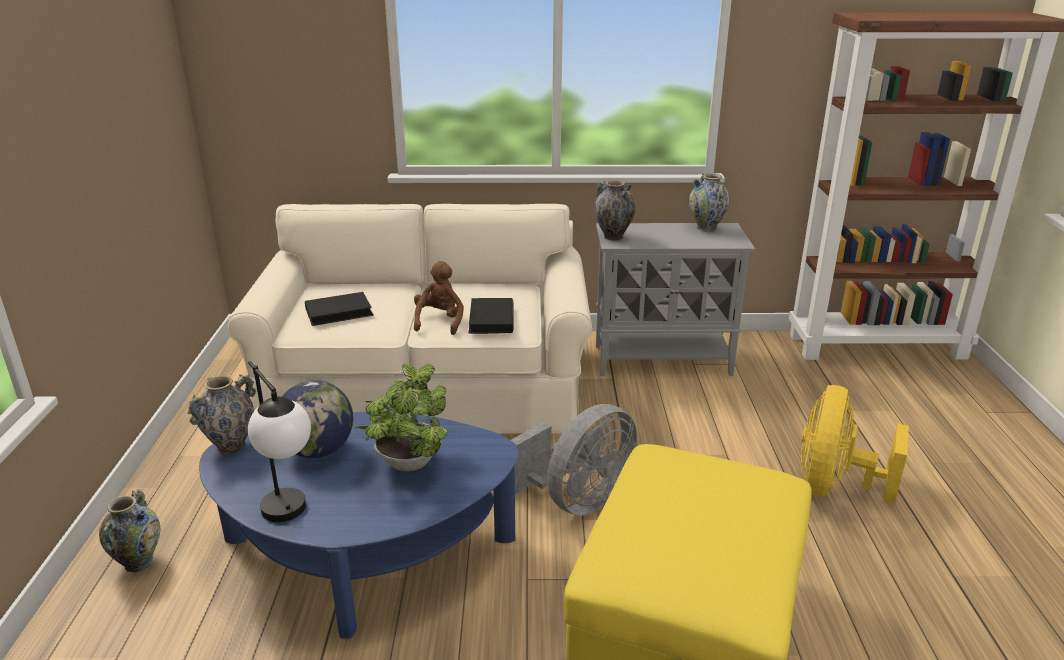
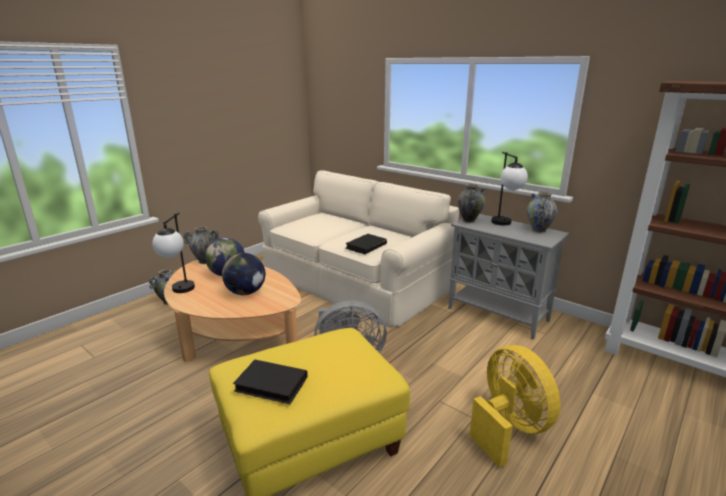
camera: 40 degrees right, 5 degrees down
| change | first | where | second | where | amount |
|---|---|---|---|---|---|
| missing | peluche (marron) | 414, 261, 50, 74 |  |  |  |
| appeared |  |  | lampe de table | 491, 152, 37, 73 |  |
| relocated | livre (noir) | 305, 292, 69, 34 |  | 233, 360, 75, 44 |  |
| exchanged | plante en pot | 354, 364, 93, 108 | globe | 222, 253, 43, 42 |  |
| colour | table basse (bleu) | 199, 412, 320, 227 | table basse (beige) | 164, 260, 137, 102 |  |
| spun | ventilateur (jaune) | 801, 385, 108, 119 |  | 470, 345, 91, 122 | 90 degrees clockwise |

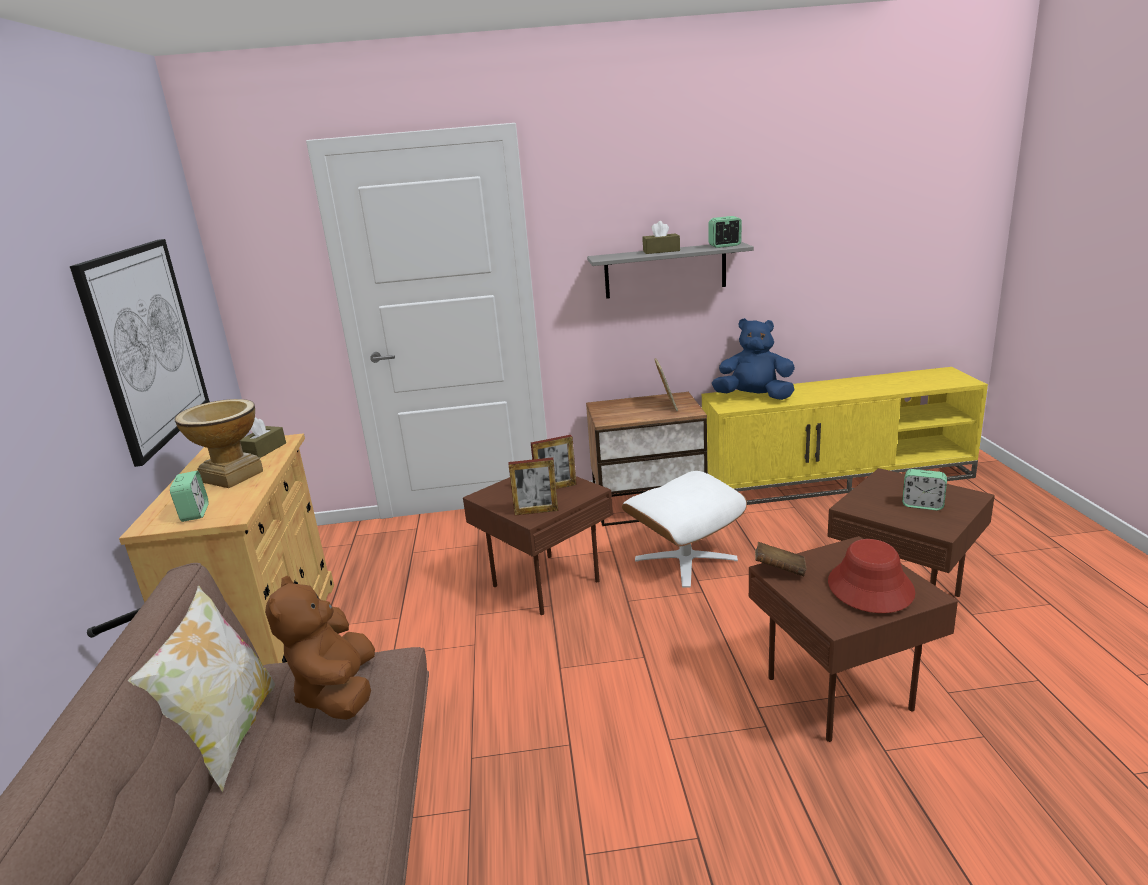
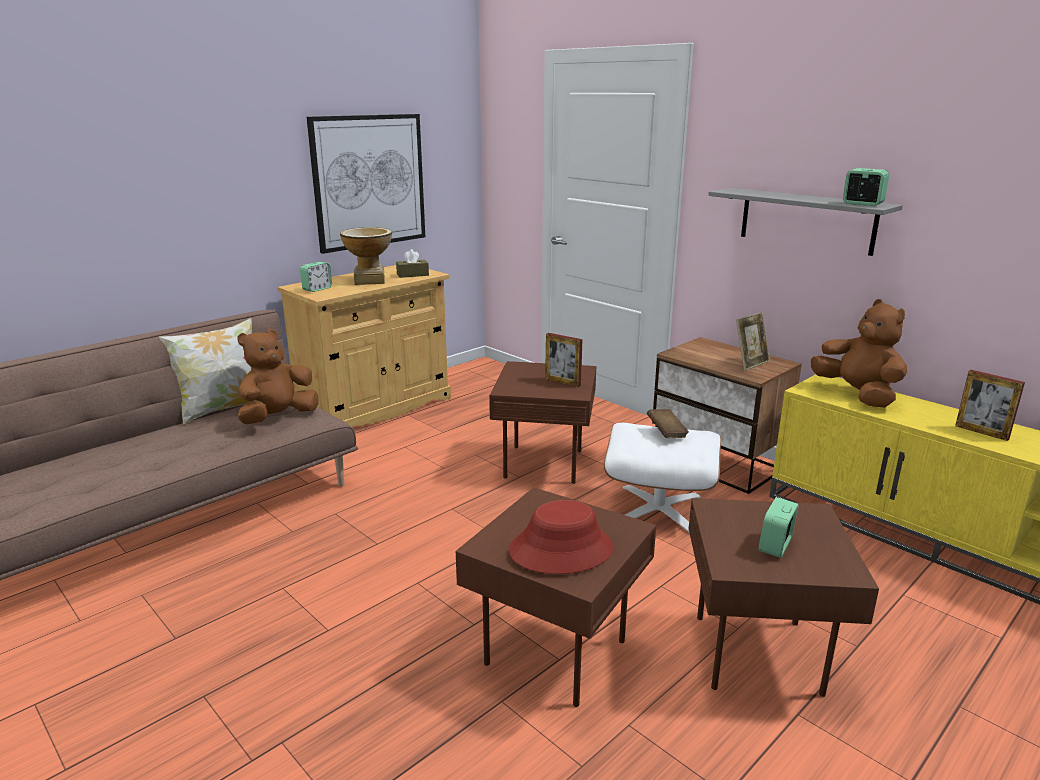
camera: 50 degrees right, 0 degrees up
| change | first | where | second | where | amount |
|---|---|---|---|---|---|
| missing | boîte à mouchoirs (marron) | 643, 221, 37, 33 |  |  |  |
| relocated | cadre photo | 508, 457, 50, 59 |  | 955, 370, 70, 71 |  |
| relocated | livre (marron) | 755, 542, 51, 34 |  | 647, 409, 42, 29 |  |
| colour | peluche (bleu) | 712, 318, 83, 82 | peluche (marron) | 811, 299, 96, 109 |  |
| spun | réveil | 902, 469, 45, 42 |  | 758, 497, 41, 61 | 45 degrees clockwise |

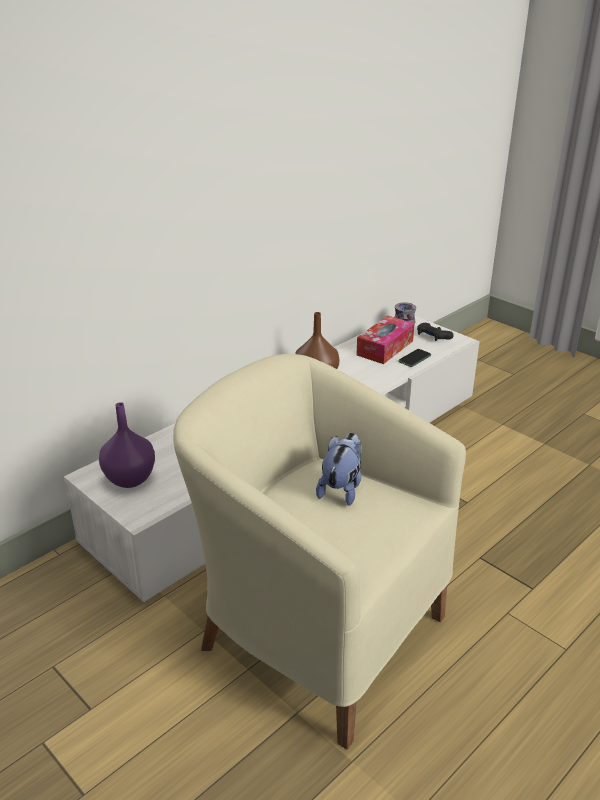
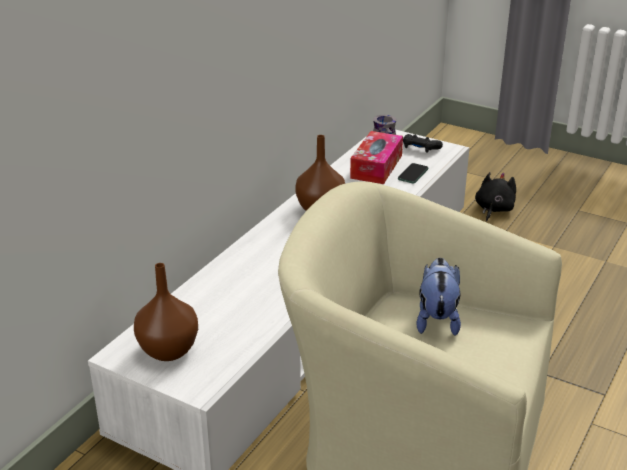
camera: 15 degrees left, 0 degrees up
| change | first | where | second | where | amount |
|---|---|---|---|---|---|
| appeared |  |  | peluche (noir) | 475, 172, 41, 49 |  |
| colour | vase (violet) | 99, 402, 56, 86 | vase (marron) | 134, 263, 64, 98 |  |

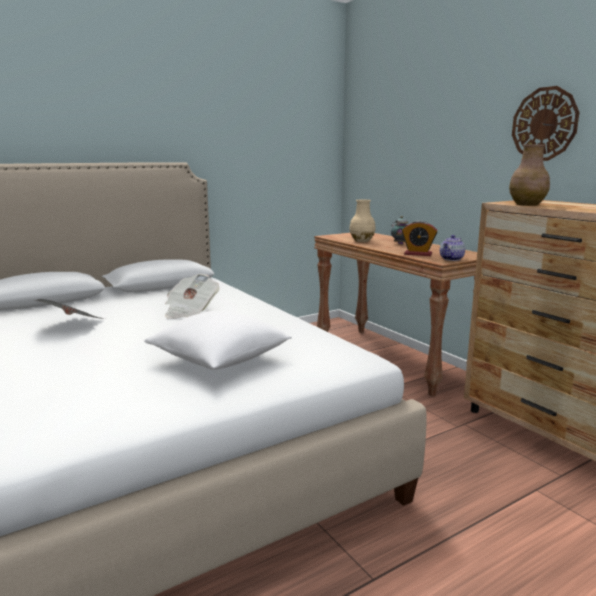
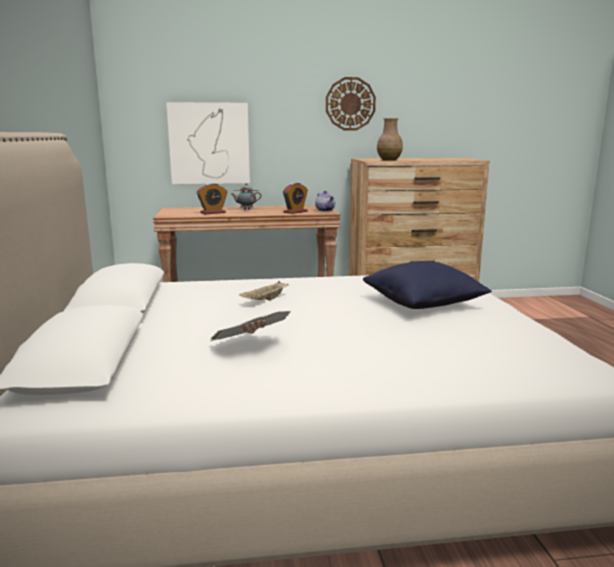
camera: 65 degrees left, 0 degrees up
| change | first | where | second | where | amount |
|---|---|---|---|---|---|
| appeared |  |  | tableau | 166, 102, 84, 82 |  |
| exchanged | journal | 165, 274, 55, 45 | plateau (beige) | 239, 281, 50, 19 |  |
| exchanged | vase (beige) | 349, 200, 27, 42 | réveil | 197, 183, 30, 31 |  |
| colour | coussin (blanc) | 144, 311, 148, 59 | coussin (bleu) | 363, 261, 129, 48 |  |

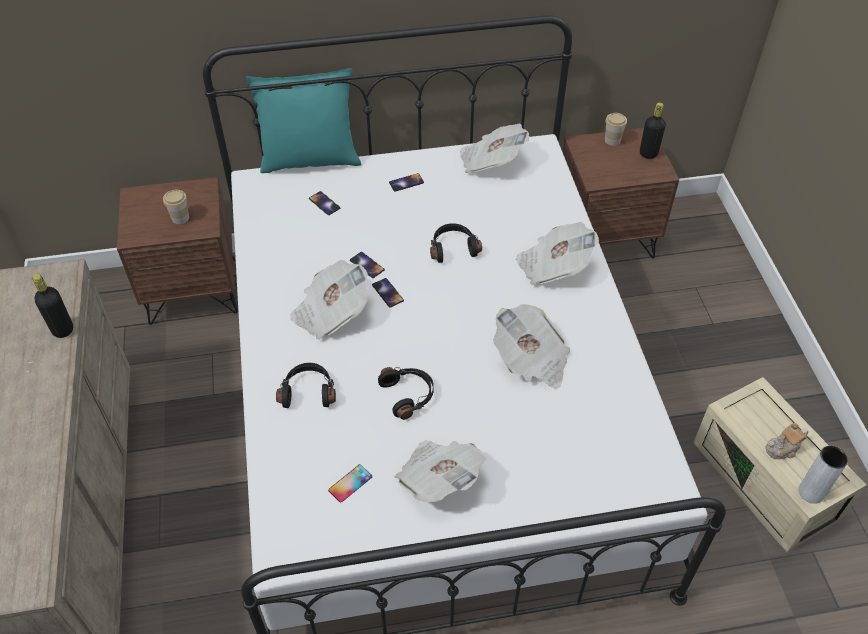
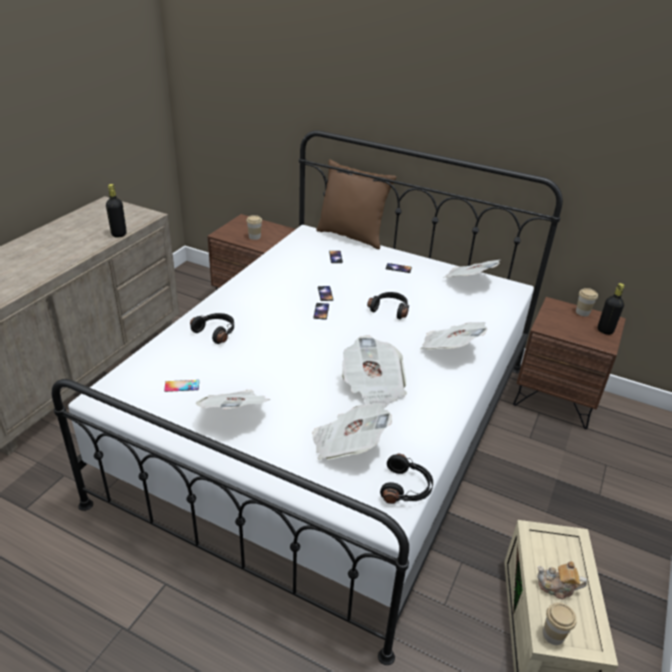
camera: 35 degrees right, 15 degrees down
| change | first | where | second | where | amount |
|---|---|---|---|---|---|
| relocated | journal | 290, 260, 78, 80 |  | 312, 403, 80, 57 |  |
| relocated | casque audio (noir) | 378, 367, 56, 53 |  | 380, 454, 53, 50 |  |
| exchanged | vase (gris) | 799, 446, 49, 58 | tasse | 543, 602, 34, 43 |  |
| colour | coussin (turquoise) | 246, 68, 115, 105 | coussin (marron) | 316, 159, 80, 91 |  |

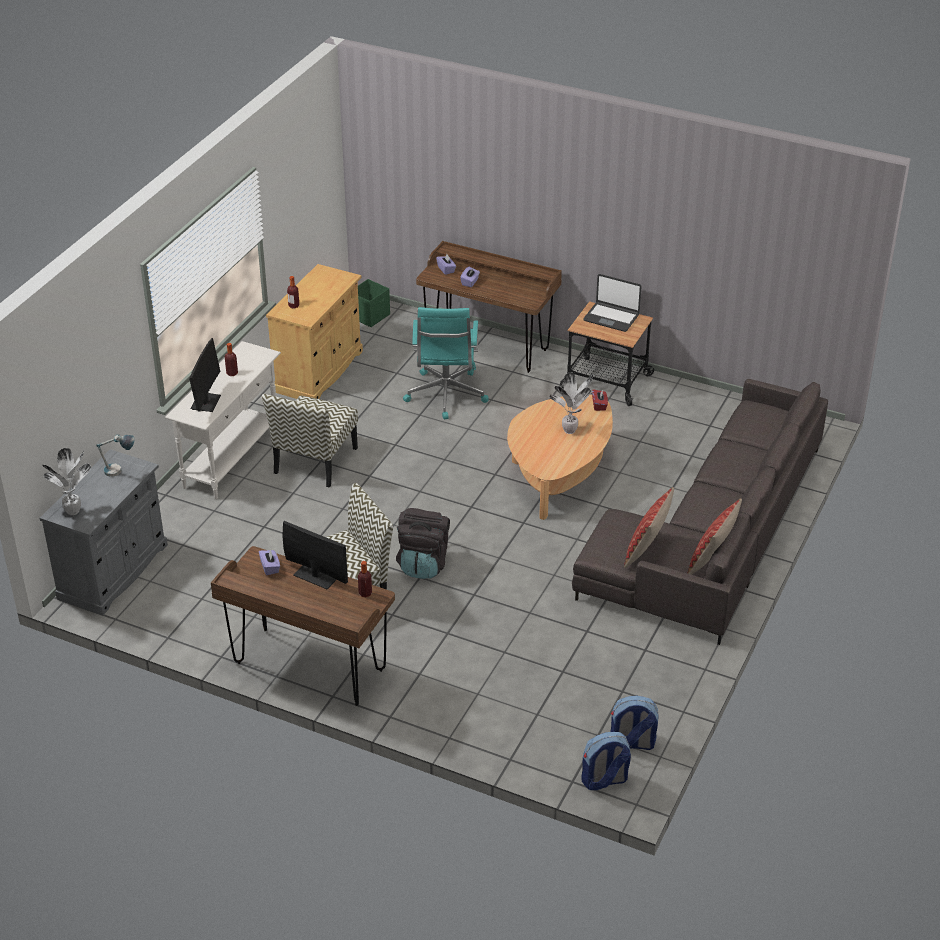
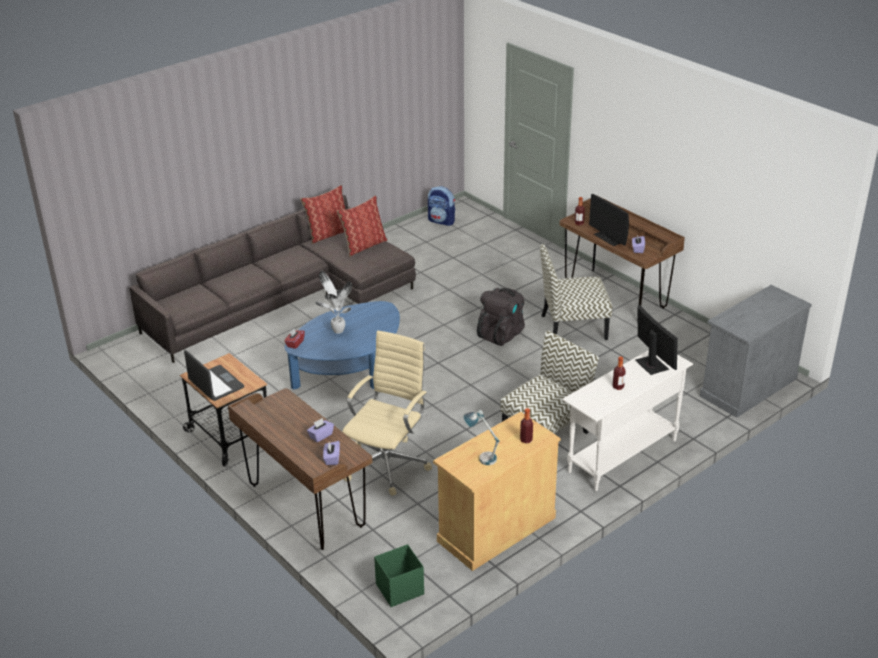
camera: 155 degrees left, 5 degrees down
| change | first | where | second | where | amount |
|---|---|---|---|---|---|
| missing | plante en pot | 42, 448, 49, 67 |  |  |  |
| missing | sac à dos | 581, 732, 50, 58 |  |  |  |
| relocated | lampe de table | 96, 434, 39, 43 |  | 464, 410, 35, 55 |  |
| colour | chaise de bureau (turquoise) | 403, 307, 86, 113 | chaise de bureau (beige) | 342, 331, 90, 165 |  |
| colour | table basse (beige) | 507, 395, 106, 125 | table basse (bleu) | 285, 301, 115, 89 |  |
| spun | écran d'ordinateur | 189, 338, 32, 74 |  | 636, 304, 42, 71 | 120 degrees clockwise |

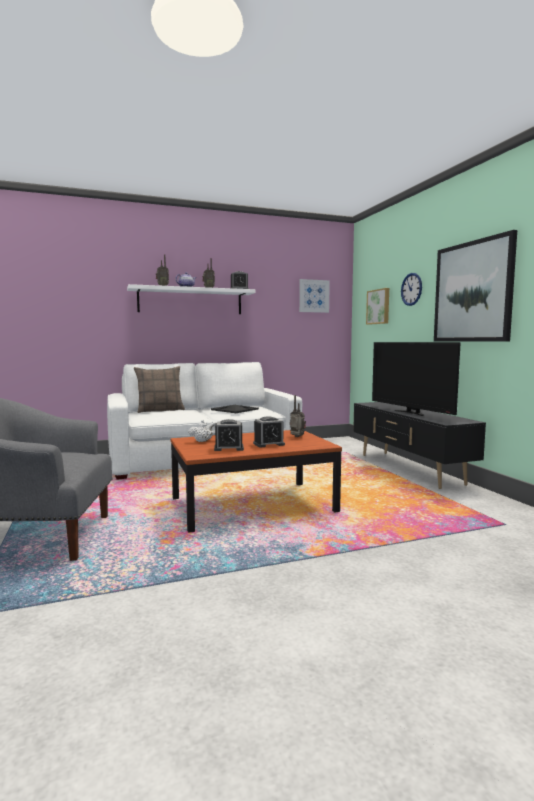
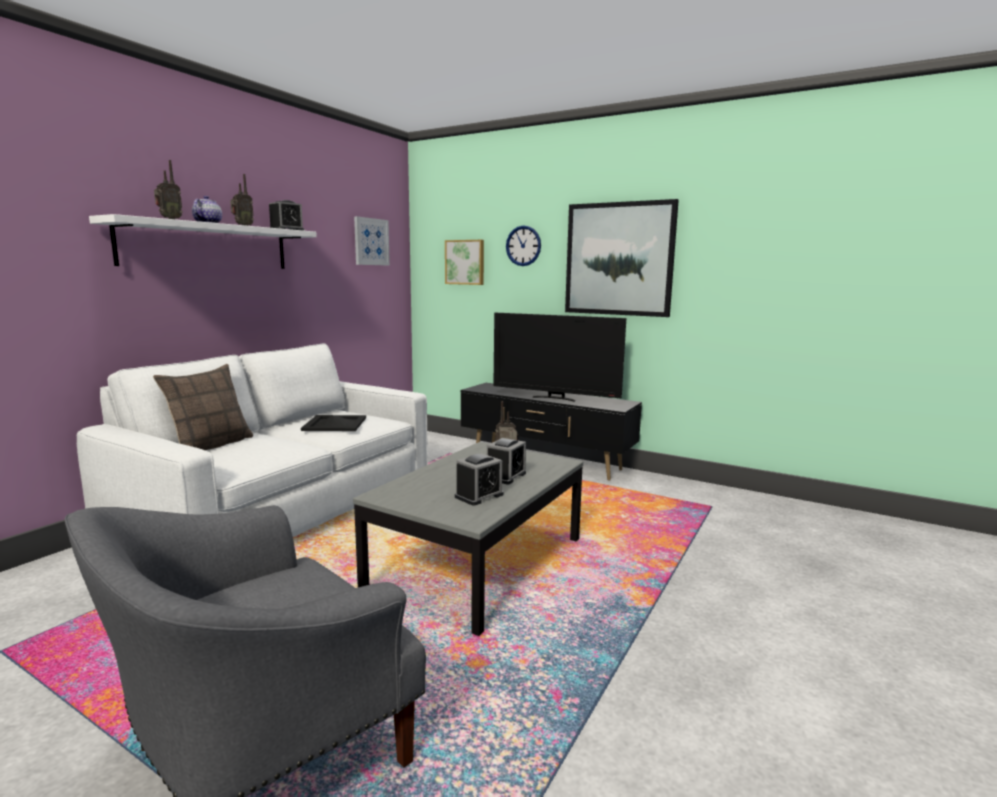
camera: 40 degrees left, 5 degrees up
| change | first | where | second | where | amount |
|---|---|---|---|---|---|
| missing | théière (blanc) | 188, 420, 28, 22 |  |  |  |
| colour | table basse (marron) | 171, 430, 171, 103 | table basse (gris) | 353, 442, 230, 194 |  |

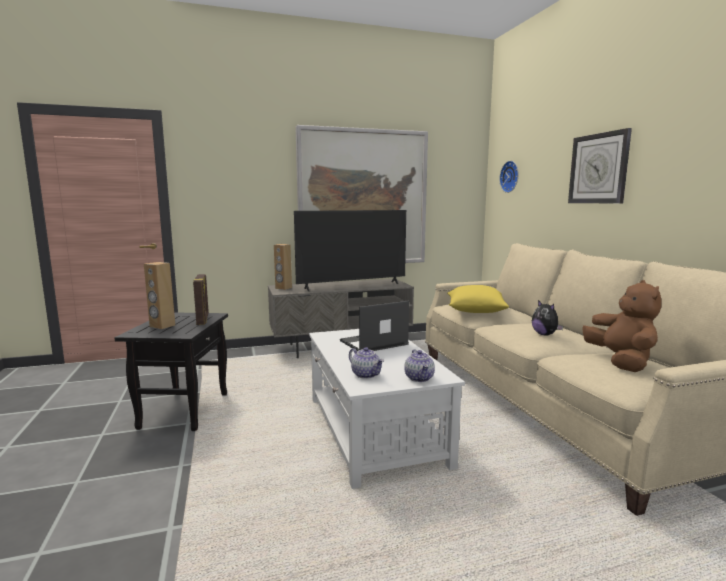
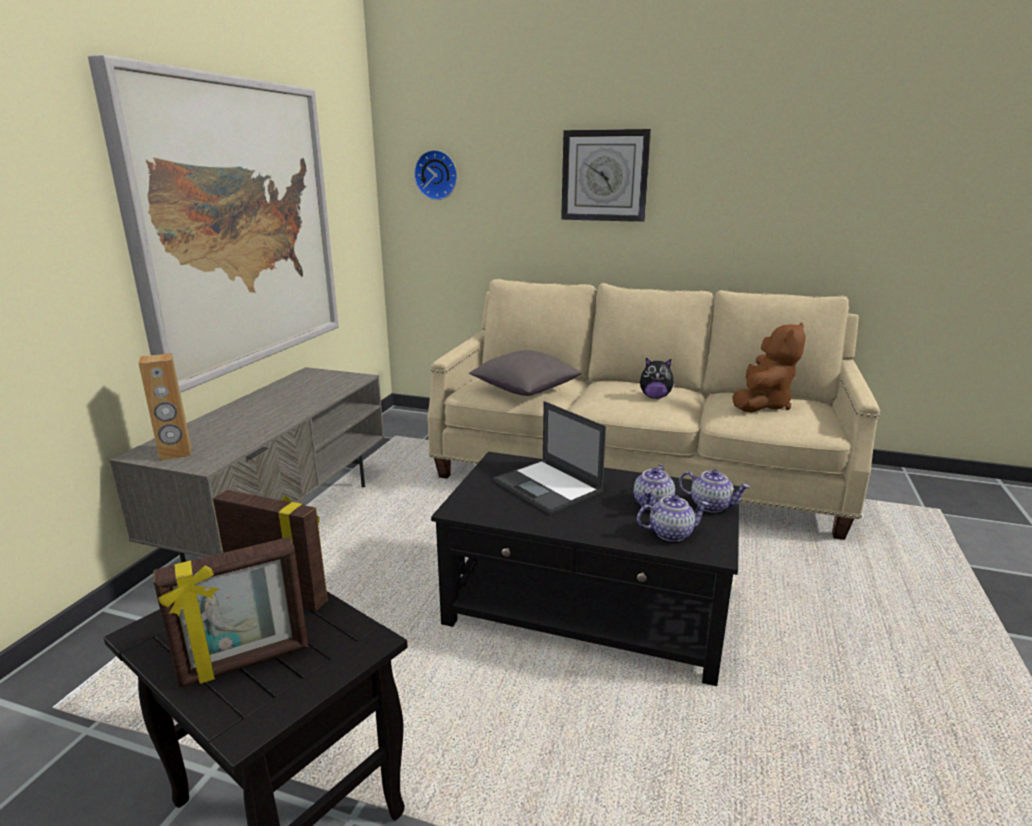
camera: 55 degrees left, 10 degrees up
| change | first | where | second | where | amount |
|---|---|---|---|---|---|
| missing | téléviseur | 294, 210, 112, 81 |  |  |  |
| appeared |  |  | théière | 634, 464, 41, 46 |  |
| exchanged | enceinte (marron) | 144, 262, 31, 67 | cadre photo | 153, 537, 155, 151 |  |
| colour | table basse (blanc) | 309, 329, 156, 160 | table basse (noir) | 431, 452, 308, 234 |  |
| colour | coussin (jaune) | 447, 285, 62, 28 | coussin (gris) | 469, 350, 113, 46 |  |
| spun | ordinateur portable | 340, 301, 69, 50 |  | 493, 401, 113, 114 | 45 degrees counterclockwise |
| spun | peluche (marron) | 582, 280, 80, 92 |  | 732, 322, 74, 91 | 90 degrees clockwise |

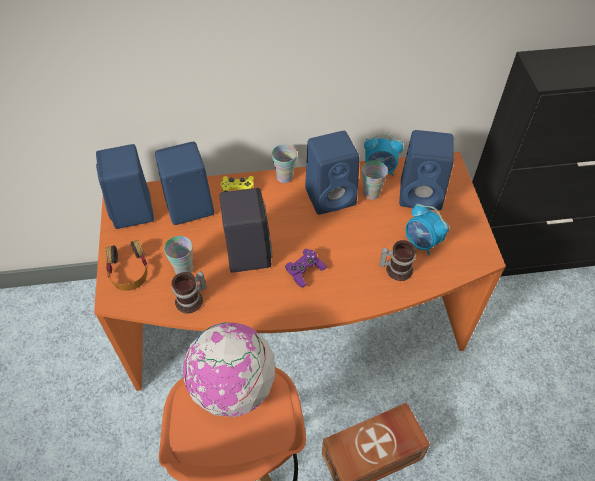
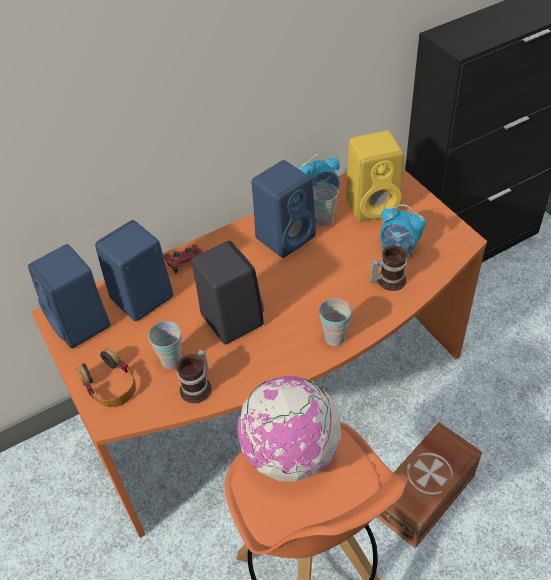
camera: 20 degrees left, 5 degrees down
| change | first | where | second | where | amount |
|---|---|---|---|---|---|
| missing | manette (violet) | 285, 249, 42, 39 |  |  |  |
| relocated | tasse | 272, 144, 25, 39 |  | 319, 298, 33, 48 |  |
| colour | manette (jaune) | 220, 176, 34, 16 | manette (rouge) | 163, 244, 40, 30 |  |
| colour | enceinte (bleu) | 399, 130, 55, 81 | enceinte (jaune) | 346, 131, 58, 91 |  |

